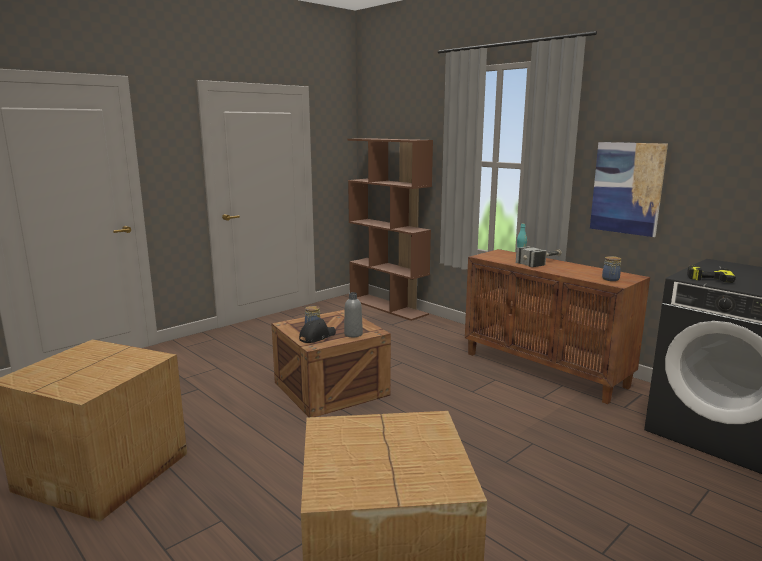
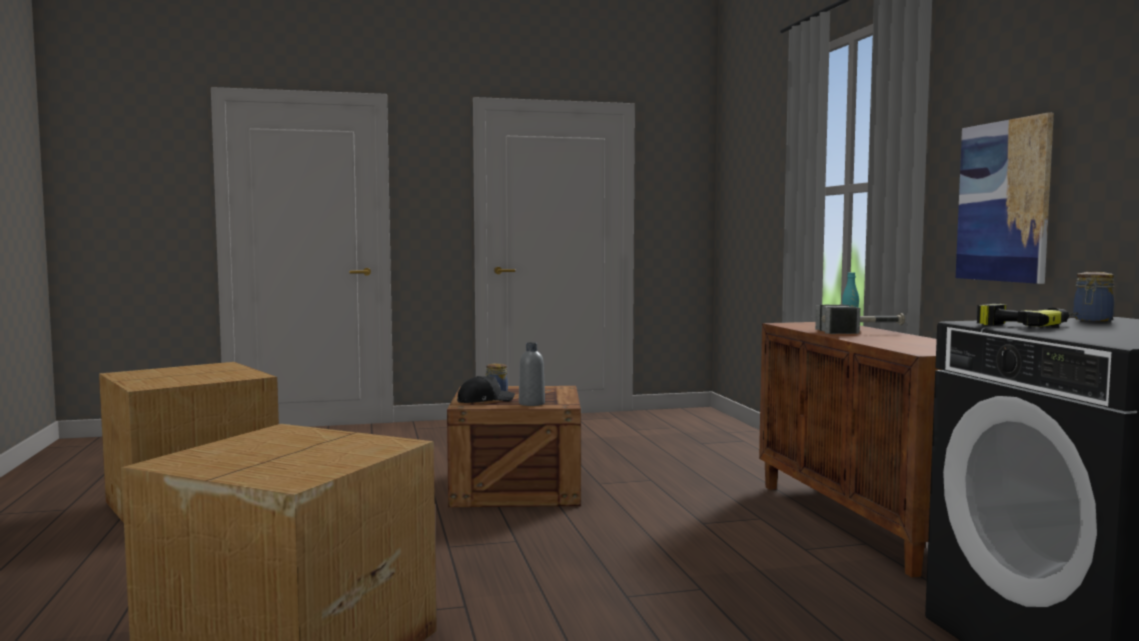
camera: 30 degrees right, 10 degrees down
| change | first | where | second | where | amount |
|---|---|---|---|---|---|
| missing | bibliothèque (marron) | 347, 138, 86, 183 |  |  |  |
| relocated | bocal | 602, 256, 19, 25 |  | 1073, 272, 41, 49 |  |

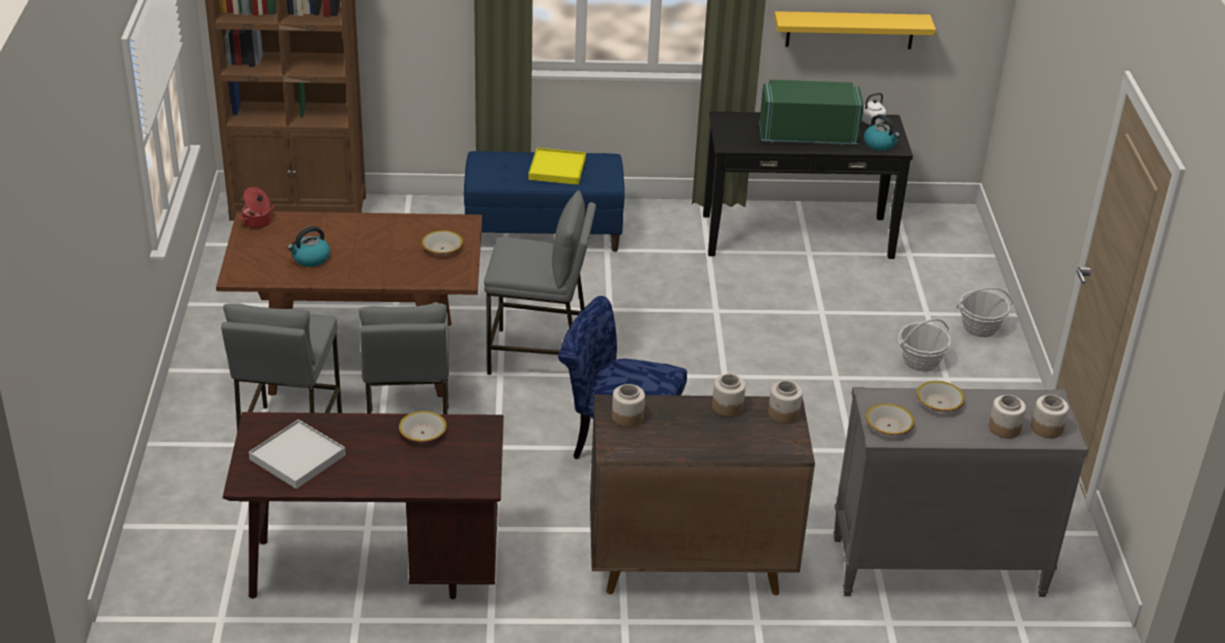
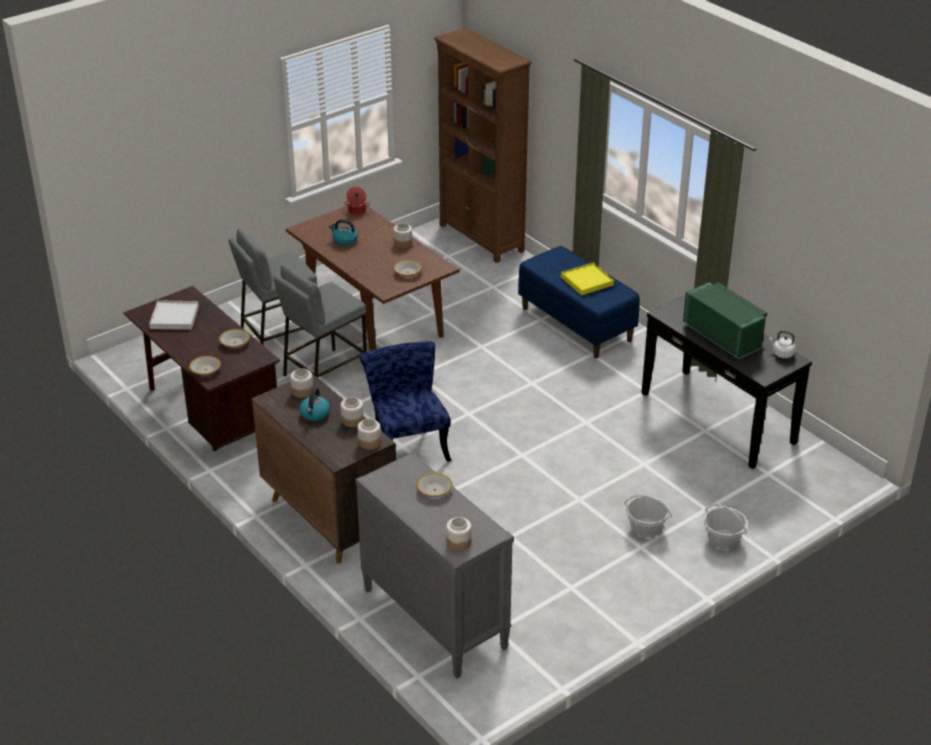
camera: 55 degrees right, 0 degrees up
| change | first | where | second | where | amount |
|---|---|---|---|---|---|
| missing | tabouret (gris) | 484, 190, 112, 185 |  |  |  |
| missing | étagère (jaune) | 774, 11, 162, 38 |  |  |  |
| relocated | bouilloire | 864, 114, 36, 37 |  | 299, 388, 31, 33 |  |
| relocated | bol | 866, 403, 49, 32 |  | 189, 356, 32, 19 |  |
| relocated | bocal | 989, 395, 37, 43 |  | 394, 223, 18, 25 |  |

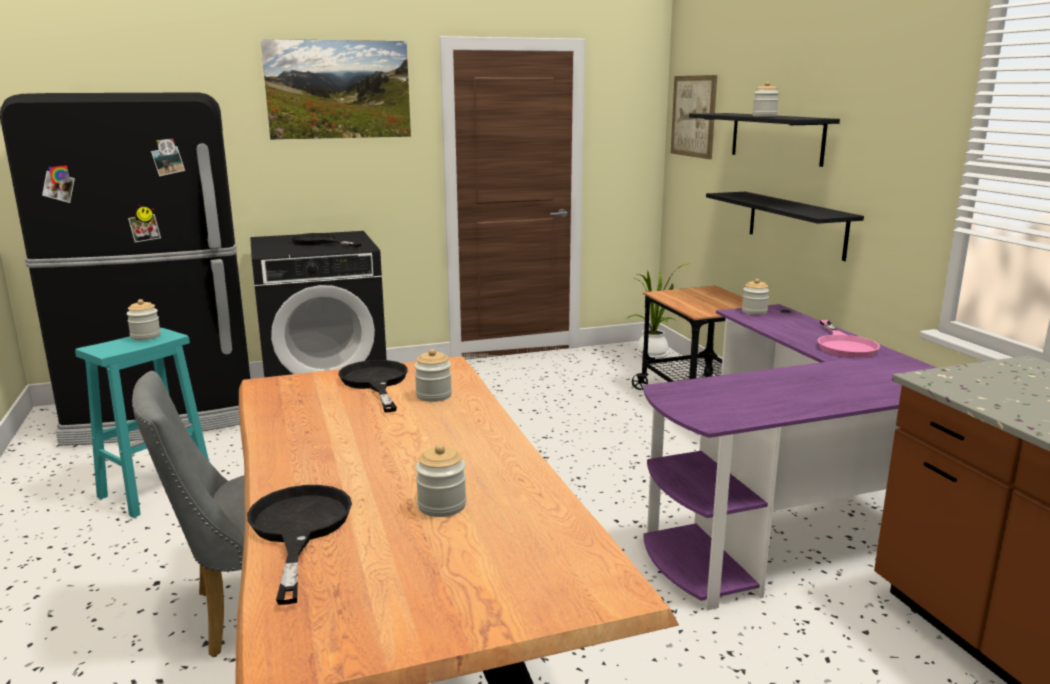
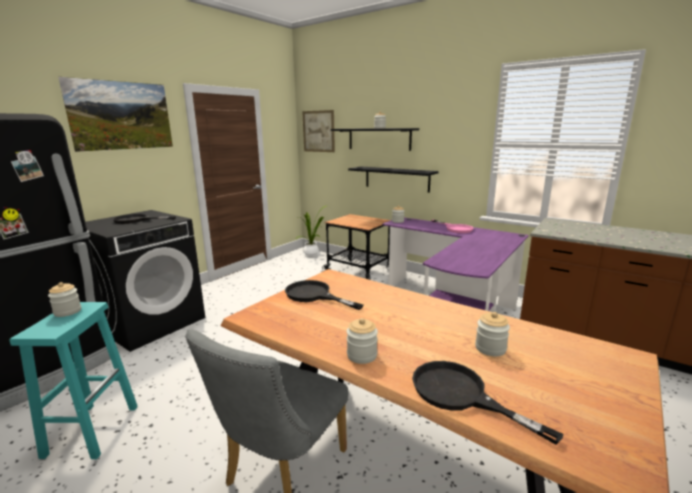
camera: 35 degrees left, 0 degrees up
| change | first | where | second | where | amount |
|---|---|---|---|---|---|
| relocated | bocal | 414, 349, 38, 53 |  | 347, 318, 31, 46 |  |

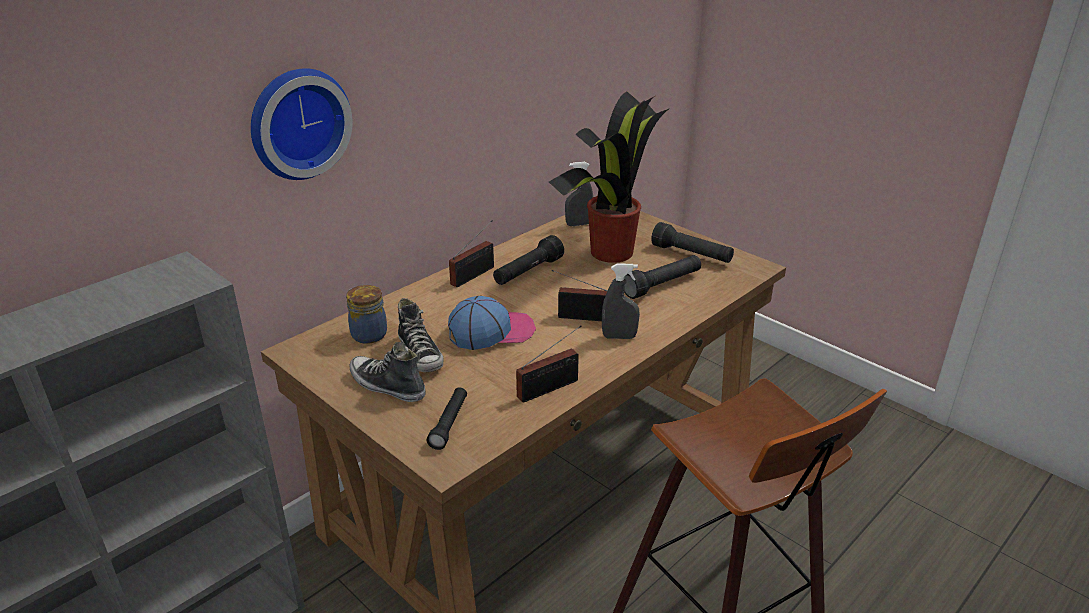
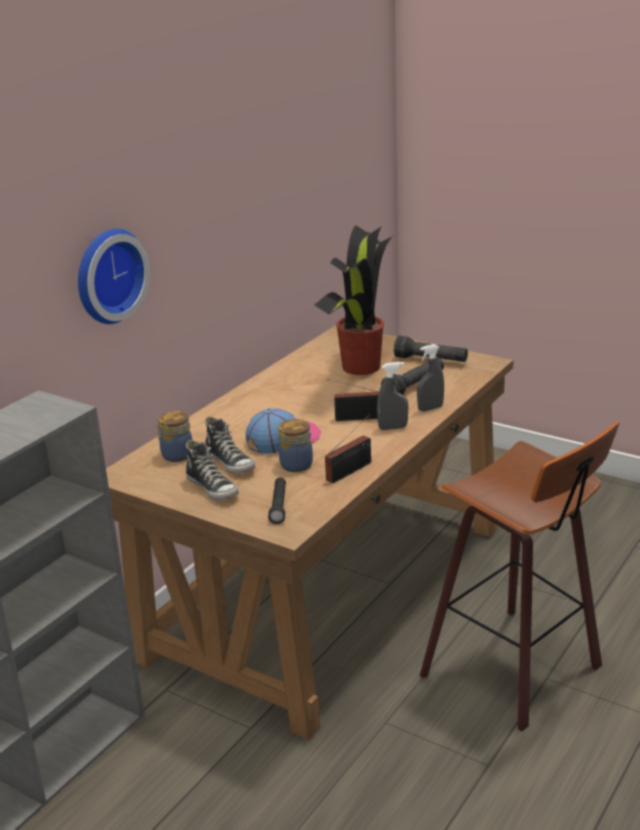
camera: 10 degrees left, 5 degrees down
| change | first | where | second | where | amount |
|---|---|---|---|---|---|
| missing | radio | 449, 220, 45, 67 |  |  |  |
| missing | lampe de poche (noir) | 493, 235, 71, 50 |  |  |  |
| appeared |  |  | bocal | 278, 419, 35, 53 |  |
| relocated | vaporisateur (gris) | 565, 162, 28, 64 |  | 417, 344, 27, 68 |  |
| spun | chaussure | 349, 342, 76, 60 |  | 186, 440, 53, 60 | 150 degrees counterclockwise |

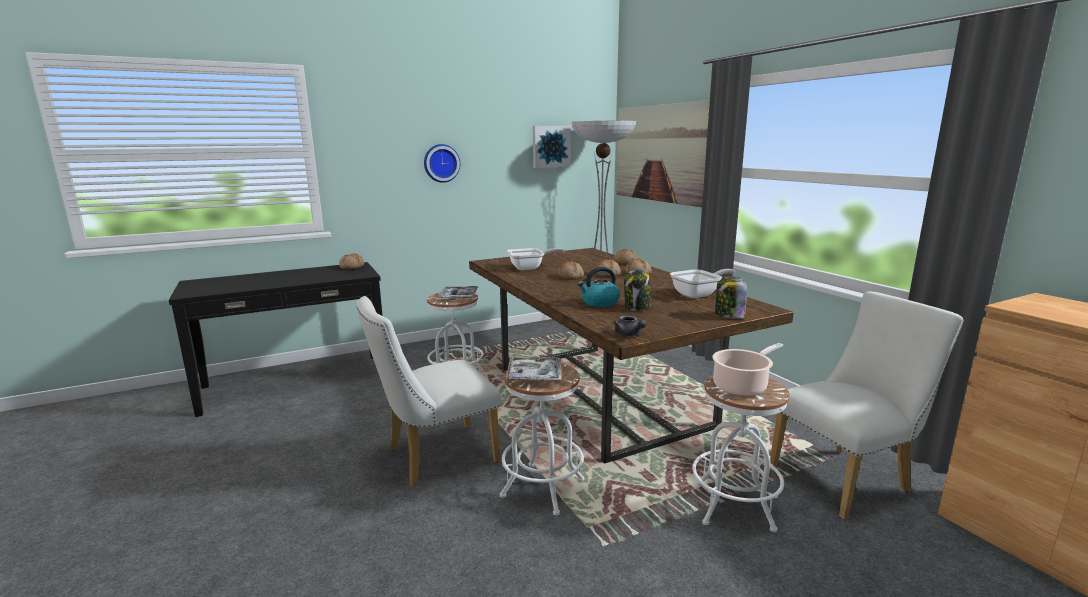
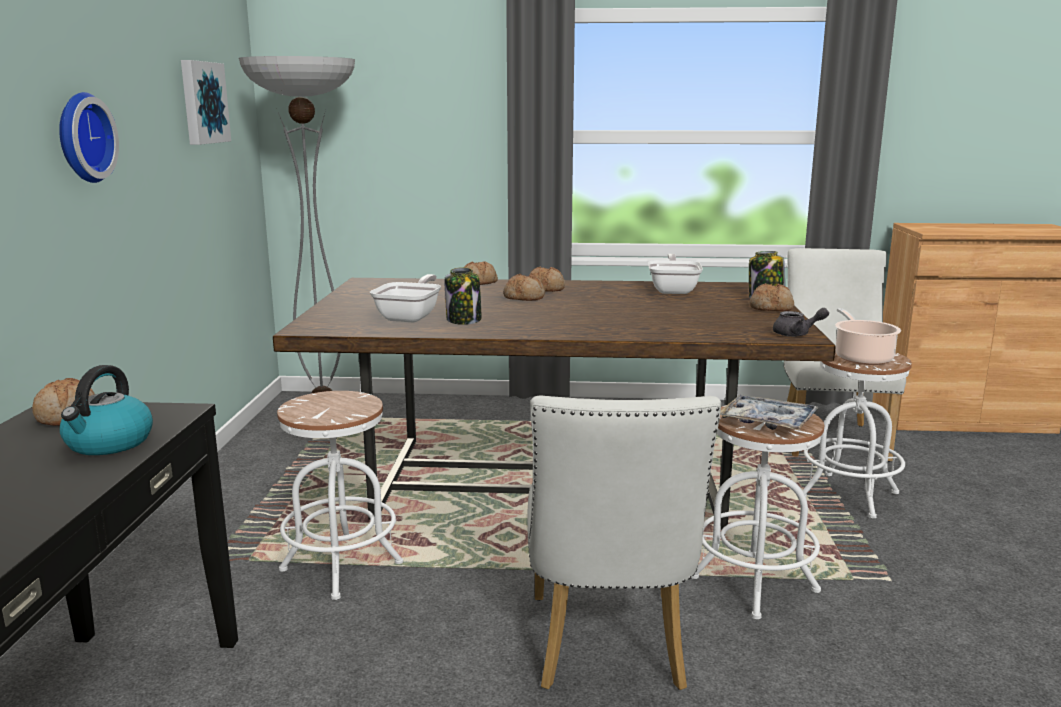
camera: 60 degrees left, 0 degrees up
| change | first | where | second | where | amount |
|---|---|---|---|---|---|
| missing | plateau | 438, 286, 40, 14 |  |  |  |
| missing | tableau | 616, 100, 94, 107 |  |  |  |
| relocated | pain | 558, 261, 26, 19 |  | 750, 283, 44, 28 |  |
| relocated | bouilloire | 578, 267, 42, 40 |  | 60, 365, 93, 90 |  |
| relocated | bocal | 624, 270, 27, 41 |  | 445, 267, 37, 58 |  |

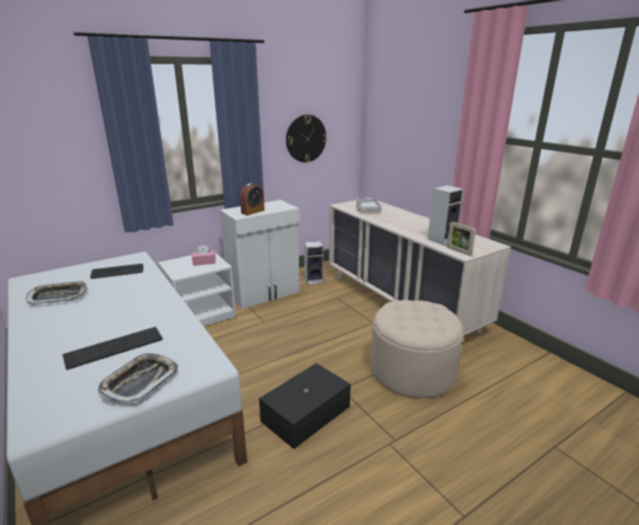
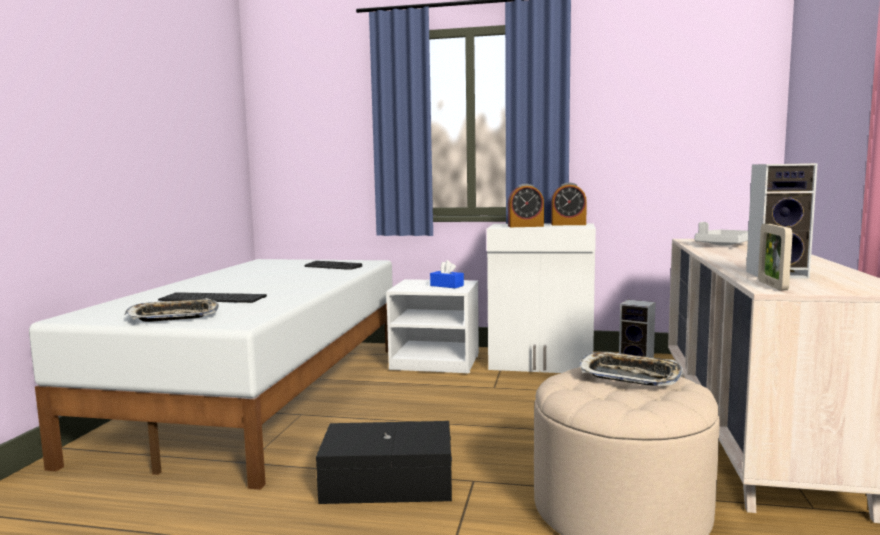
camera: 45 degrees right, 15 degrees down
| change | first | where | second | where | amount |
|---|---|---|---|---|---|
| missing | horloge murale | 286, 115, 41, 48 |  |  |  |
| appeared |  |  | réveil | 551, 182, 36, 43 |  |
| relocated | plateau | 26, 281, 61, 23 |  | 579, 352, 104, 34 |  |
| colour | boîte à mouchoirs (rose) | 192, 245, 24, 21 | boîte à mouchoirs (bleu) | 430, 260, 34, 28 |  |

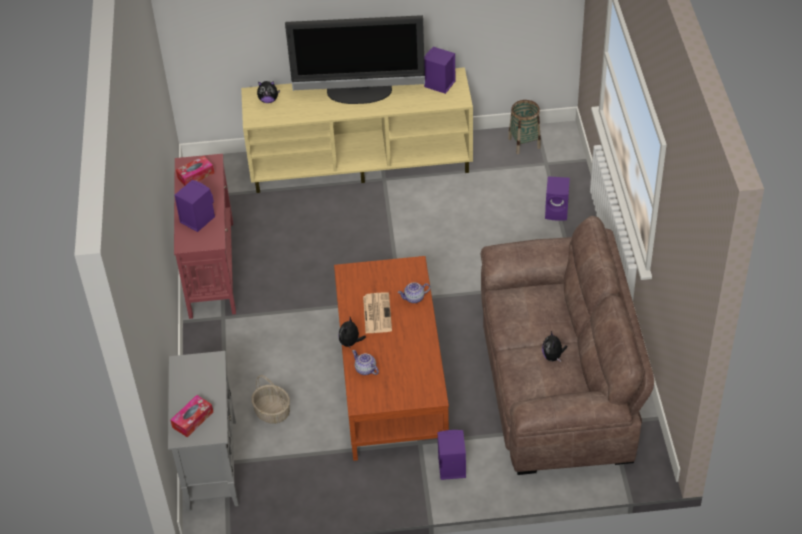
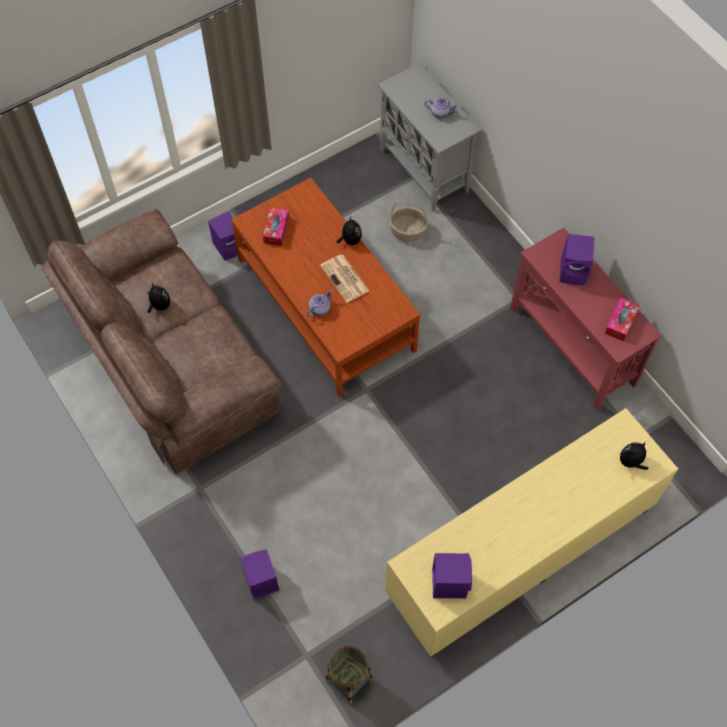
camera: 150 degrees right, 15 degrees up
| change | first | where | second | where | amount |
|---|---|---|---|---|---|
| missing | téléviseur | 285, 15, 140, 89 |  |  |  |
| relocated | boîte à mouchoirs | 171, 395, 42, 42 |  | 263, 208, 26, 38 |  |
| relocated | théière | 352, 350, 27, 25 |  | 425, 98, 33, 21 |  |

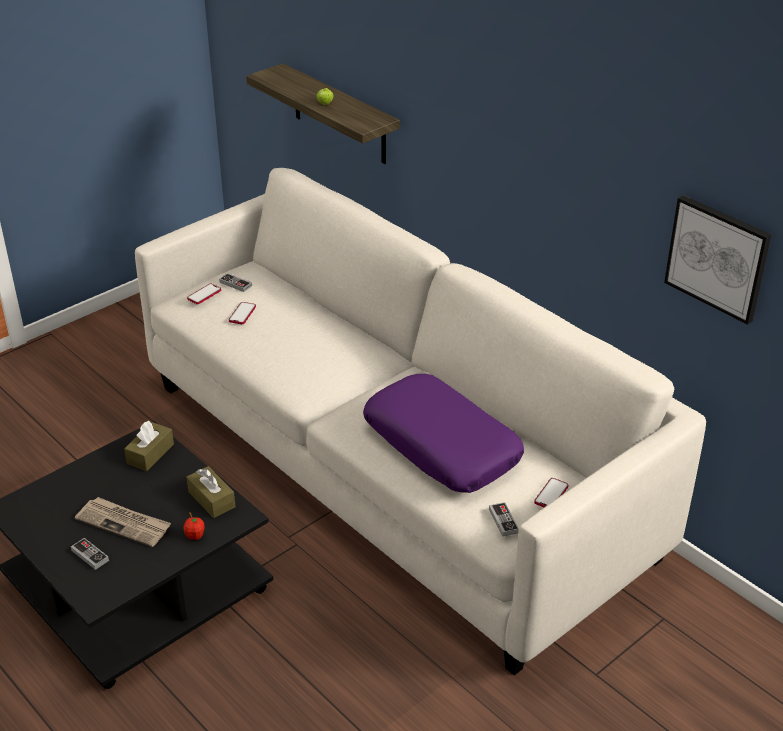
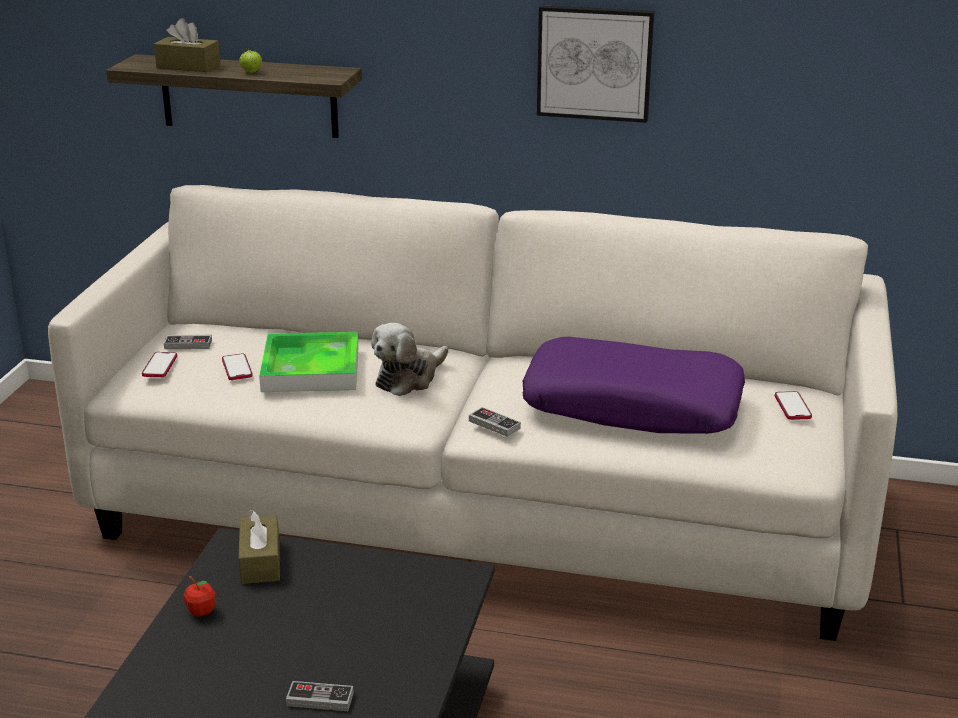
camera: 35 degrees left, 10 degrees down
| change | first | where | second | where | amount |
|---|---|---|---|---|---|
| missing | journal | 75, 497, 96, 50 |  |  |  |
| appeared |  |  | plateau | 259, 332, 99, 60 |  |
| appeared |  |  | peluche | 371, 323, 77, 73 |  |
| relocated | pomme | 183, 512, 22, 28 |  | 184, 576, 32, 41 |  |
| relocated | boîte à mouchoirs (marron) | 186, 466, 50, 52 |  | 154, 18, 67, 54 |  |
| relocated | manette | 489, 502, 30, 35 |  | 469, 407, 52, 30 |  |
| relocated | tableau | 664, 195, 108, 130 |  | 537, 5, 117, 118 |  |

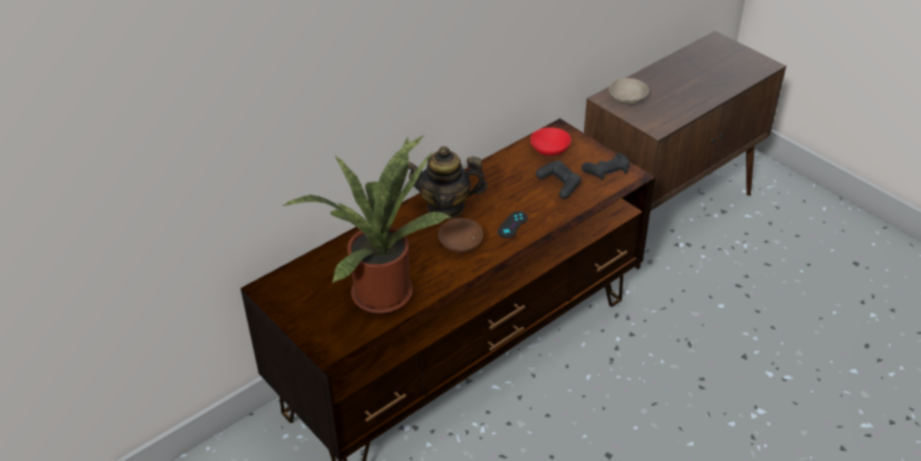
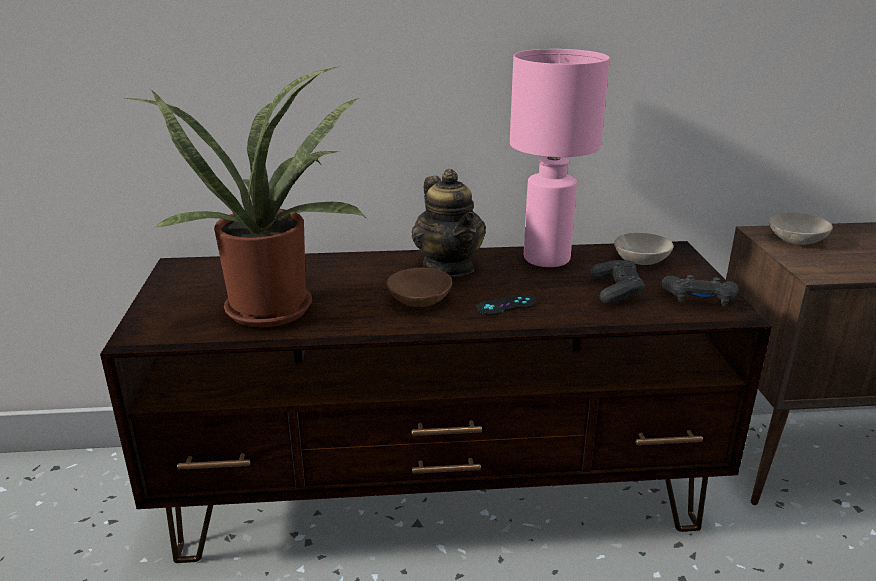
camera: 35 degrees right, 15 degrees down
| change | first | where | second | where | amount |
|---|---|---|---|---|---|
| appeared |  |  | lampe de table (rose) | 510, 49, 100, 218 |  |
| colour | bol (rouge) | 530, 127, 41, 29 | bol (beige) | 614, 233, 60, 32 |  |
| spun | théière | 409, 146, 79, 73 |  | 412, 169, 74, 108 | 150 degrees counterclockwise |

